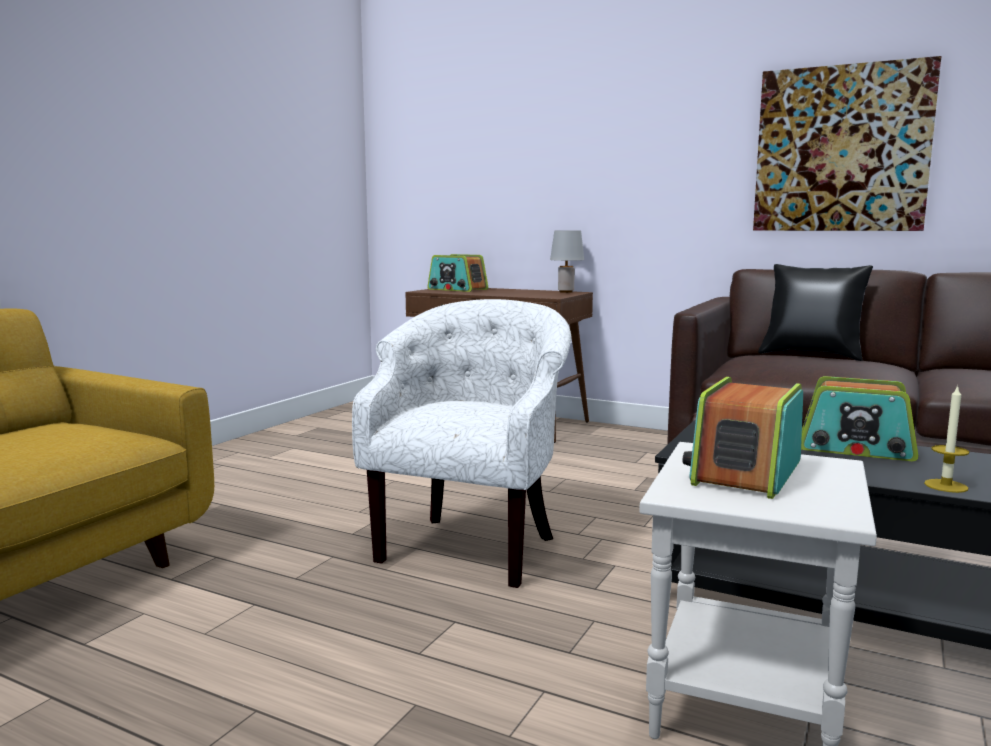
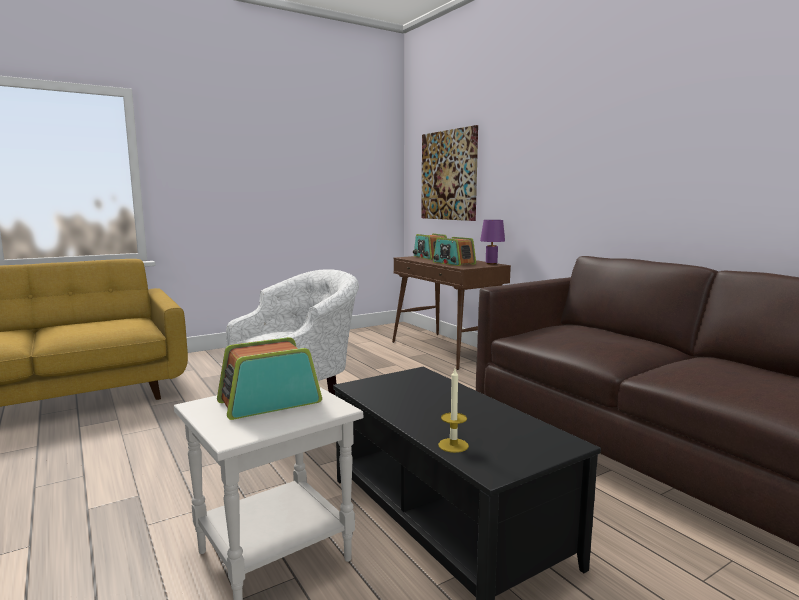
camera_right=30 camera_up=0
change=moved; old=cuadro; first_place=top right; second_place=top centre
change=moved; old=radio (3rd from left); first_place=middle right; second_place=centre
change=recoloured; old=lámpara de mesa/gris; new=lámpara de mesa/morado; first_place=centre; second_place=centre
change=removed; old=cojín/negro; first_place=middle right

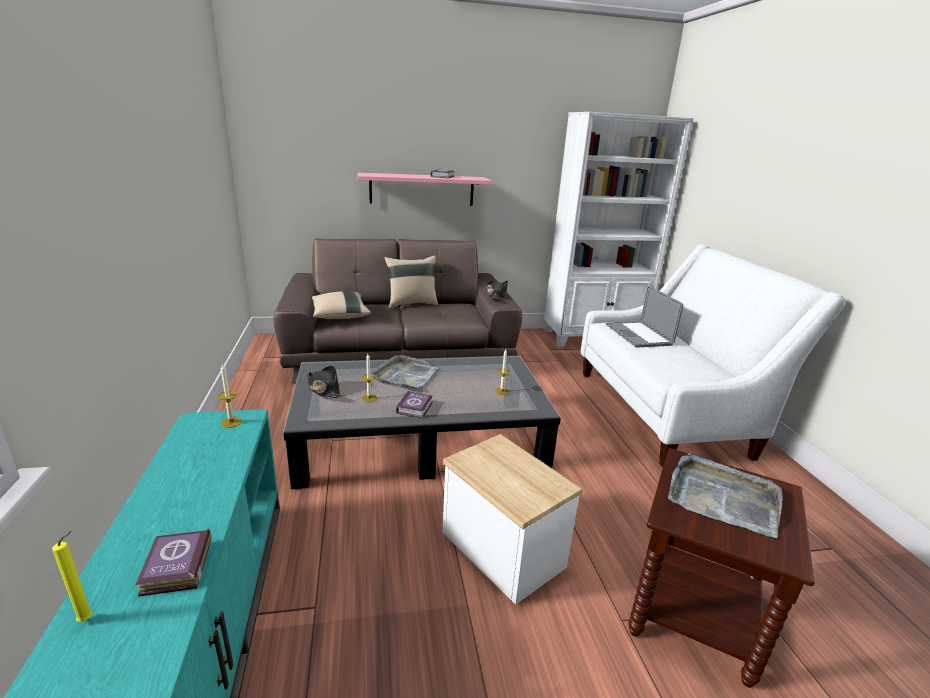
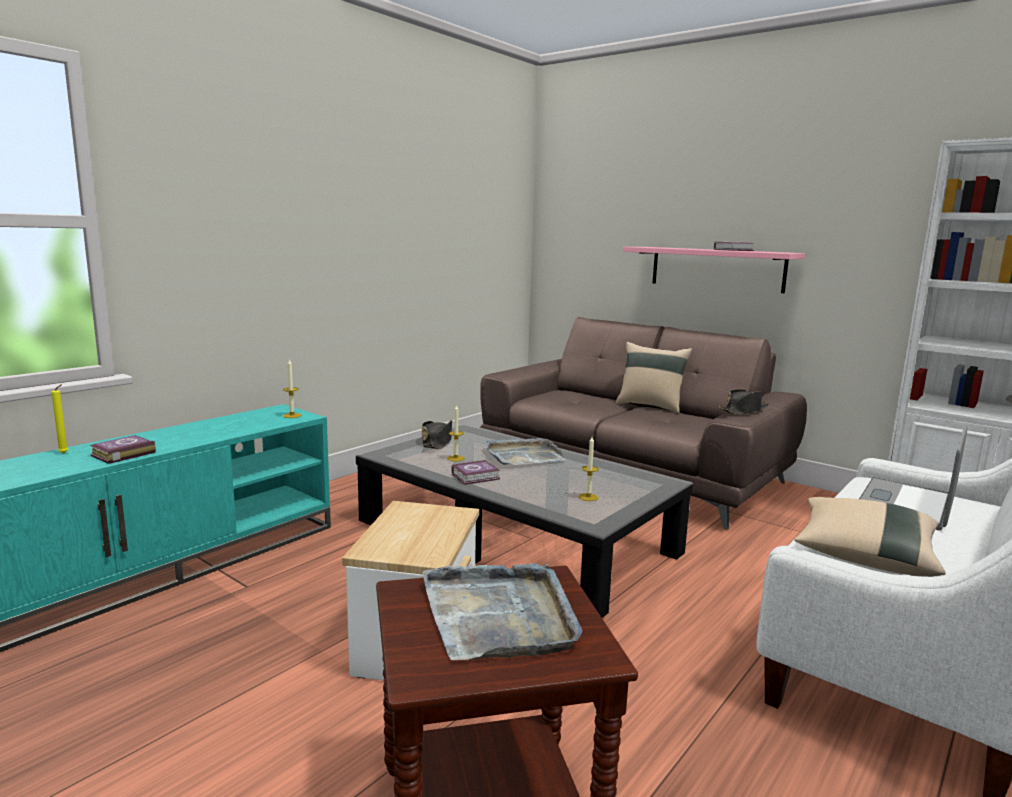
camera_right=50 camera_up=-10
change=moved; old=cojín/beis (1st from left in the first image); new=cojín/beis (2nd from left); first_place=centre; second_place=bottom right

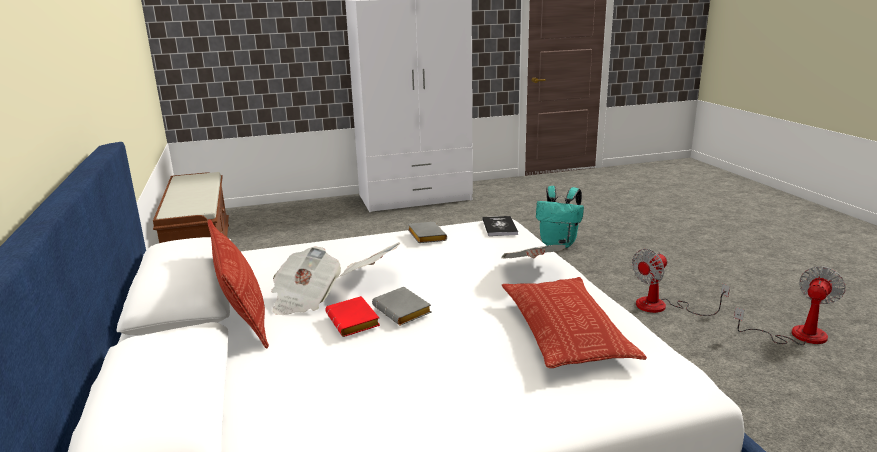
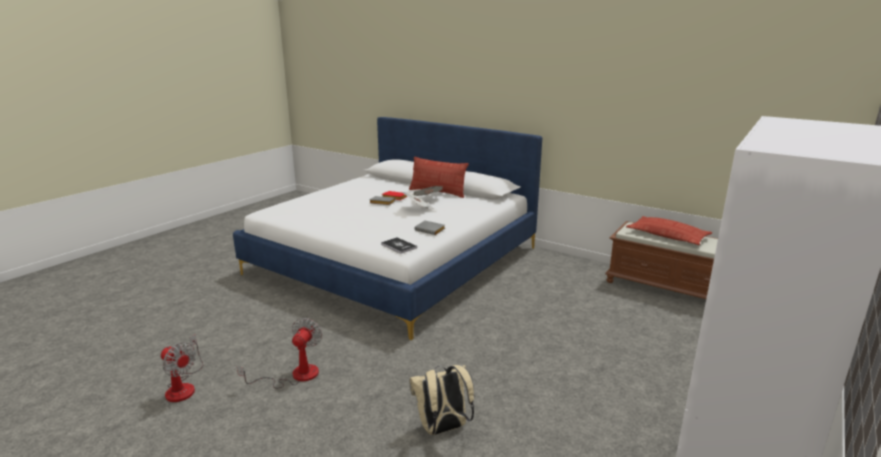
camera_right=140 camera_up=0
change=turned; old=ventilador (2nd from left in the first image); first_place=bottom right; second_place=bottom left; degrees=-60
change=recoloured; old=mochila/turquesa; new=mochila/beis; first_place=centre; second_place=bottom centre
change=moved; old=cojín (2nd from left); first_place=bottom centre; second_place=middle right
change=removed; old=periódico (3rd from left); first_place=centre

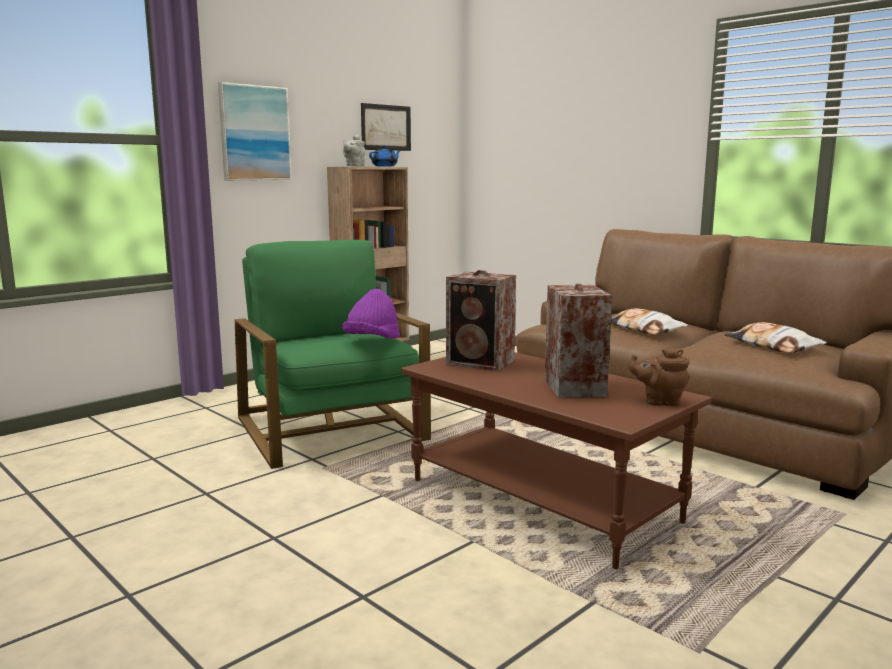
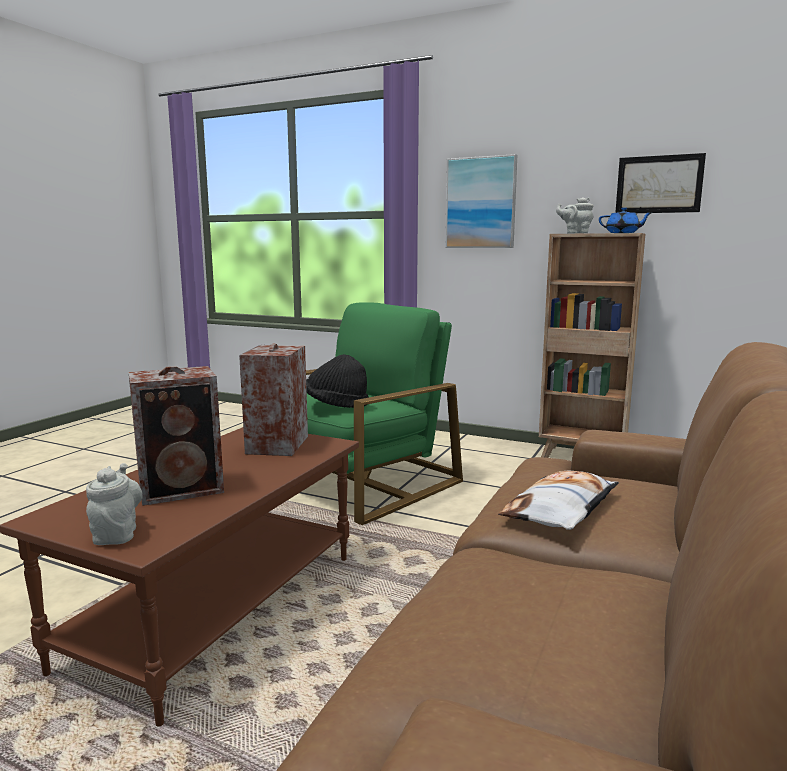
camera_right=70 camera_up=0
change=recoloured; old=tetera/marrón; new=tetera/gris (1st from left); first_place=middle right; second_place=middle left
change=recoloured; old=sombrero/morado; new=sombrero/negro; first_place=centre; second_place=centre
change=removed; old=cojín (2nd from left); first_place=middle right

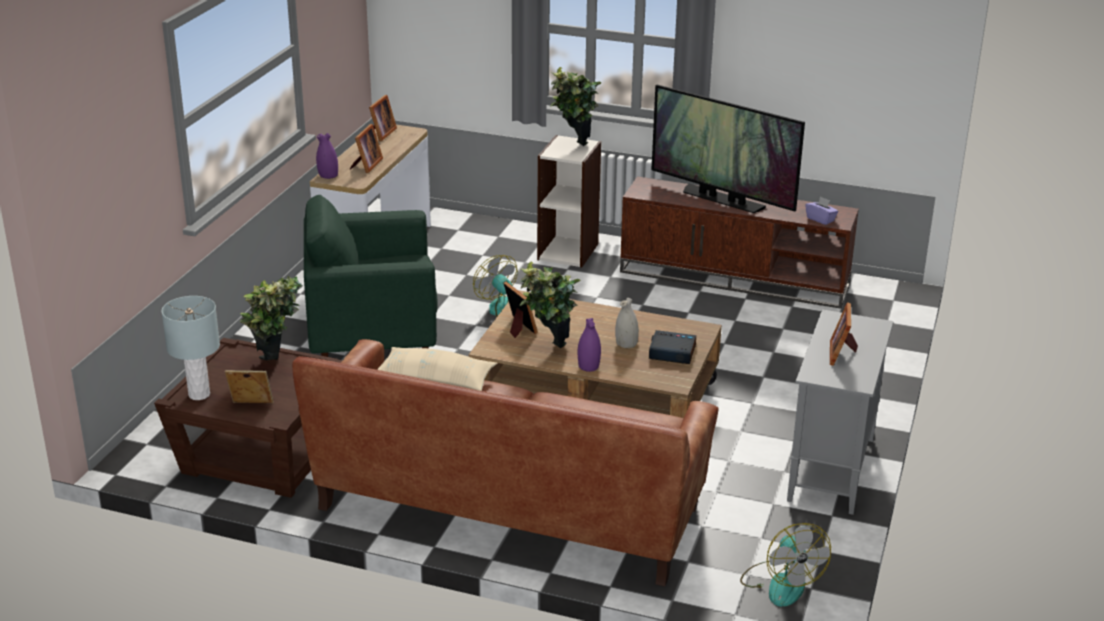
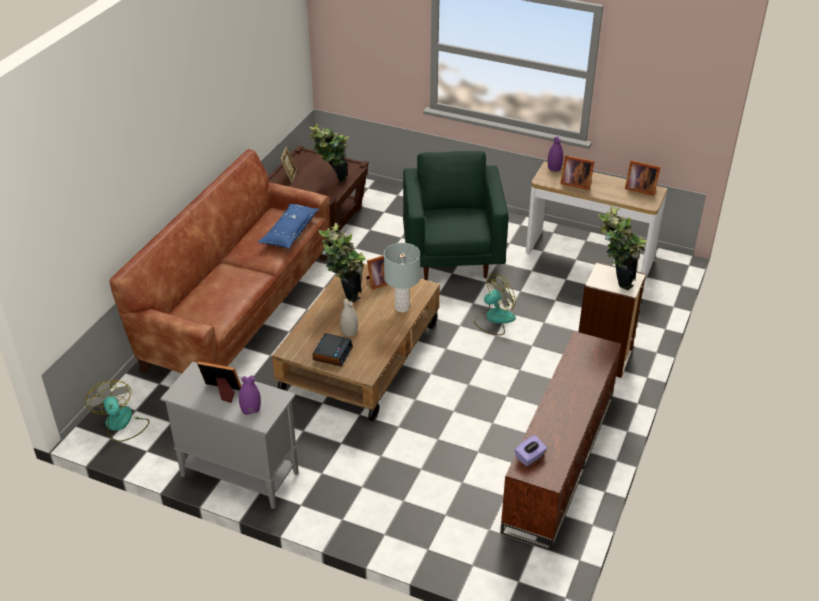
camera_right=95 camera_up=10
change=turned; old=ventilador (2nd from left in the first image); first_place=bottom right; second_place=bottom left; degrees=75
change=moved; old=florero/morado (2nd from left in the first image); new=florero/morado (1st from left); first_place=centre; second_place=middle left
change=recoloured; old=cojín/beis; new=cojín/azul; first_place=centre; second_place=centre
change=moved; old=lámpara de mesa/gris; first_place=middle left; second_place=centre
change=removed; old=televisor; first_place=top centre

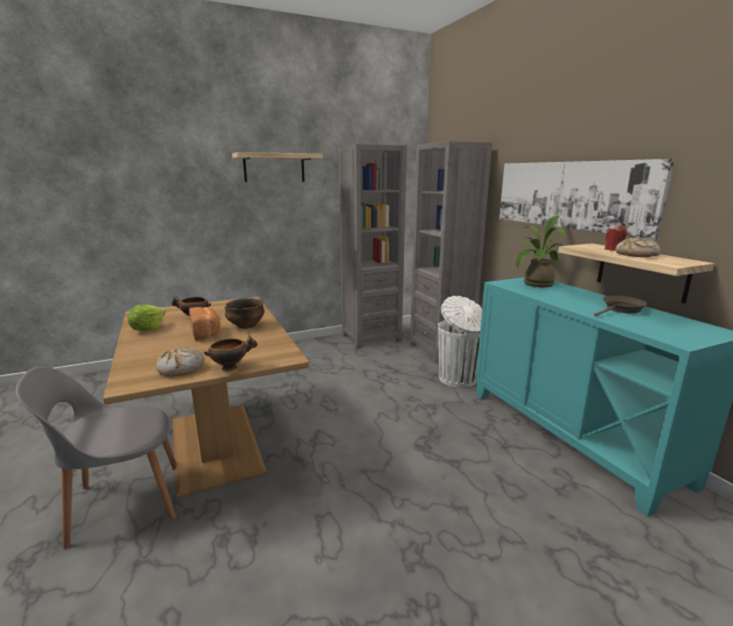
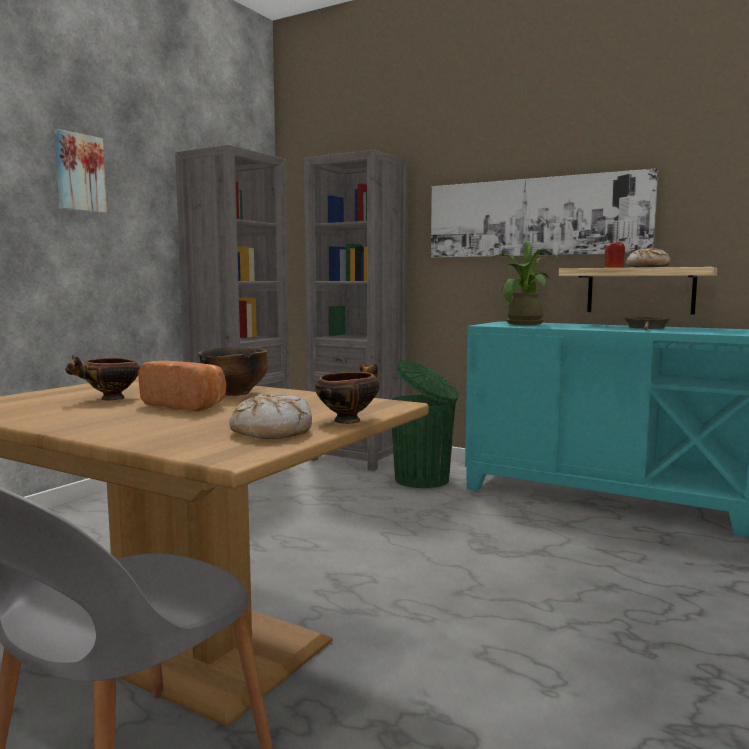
camera_right=-35 camera_up=-10
change=replaced; old=estante (1st from left); new=cuadro (1st from left); first_place=top centre; second_place=top left
change=recoloured; old=papelera/blanco; new=papelera/verde; first_place=centre; second_place=centre
change=removed; old=lechuga; first_place=middle left

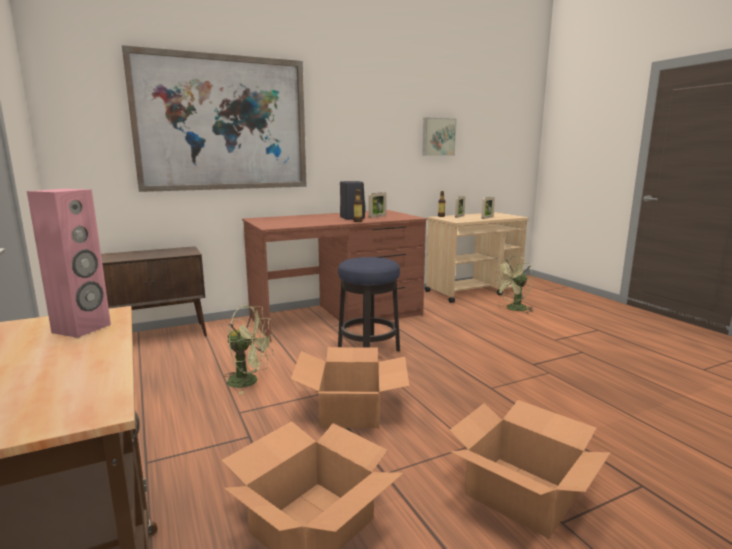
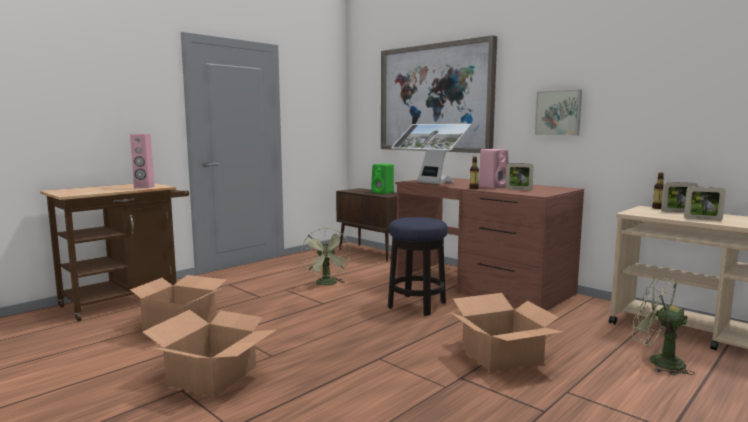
camera_right=70 camera_up=-5
change=added; new=altavoz/verde; second_place=centre
change=added; new=monitor; second_place=centre
change=moved; old=caja de cartón (2nd from left in the first image); new=caja de cartón (3rd from left); first_place=bottom centre; second_place=bottom right
change=recoloured; old=altavoz/negro; new=altavoz/rosa (2nd from left); first_place=centre; second_place=centre
change=moved; old=cuadro (2nd from left); first_place=top centre; second_place=top right

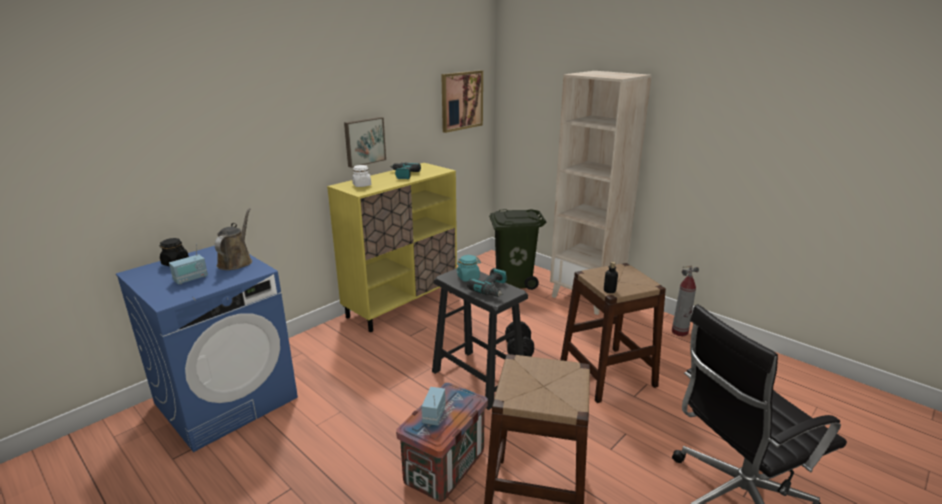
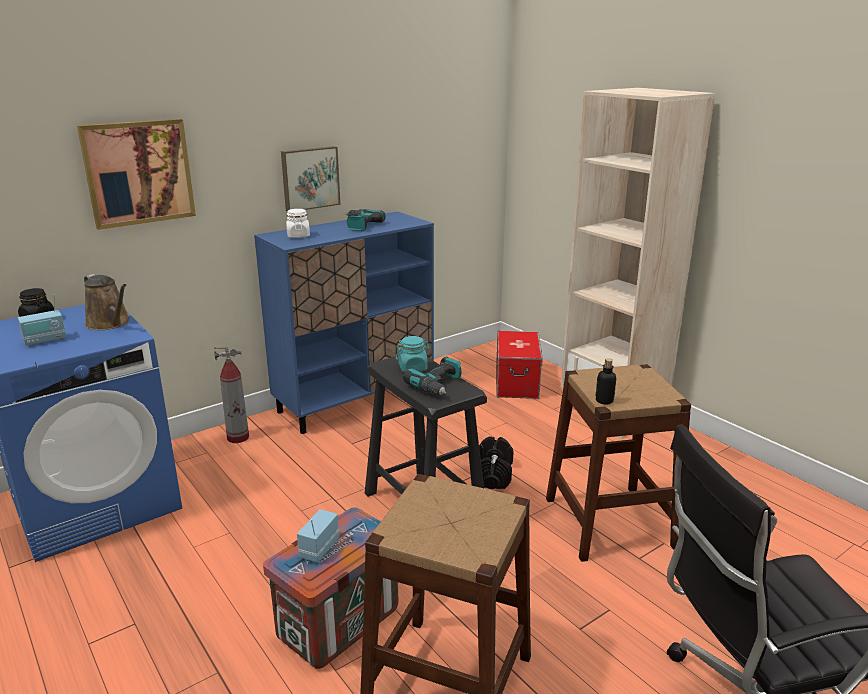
camera_right=10 camera_up=0
change=moved; old=cuadro (2nd from left in the first image); new=cuadro (1st from left); first_place=top centre; second_place=top left
change=turned; old=regadera/marrón; first_place=middle left; second_place=middle left; degrees=120
change=moved; old=extintor; first_place=middle right; second_place=middle left
change=recoloured; old=armario/amarillo; new=armario/azul; first_place=centre; second_place=centre
change=replaced; old=papelera/verde; new=caja de almacenaje; first_place=centre; second_place=centre

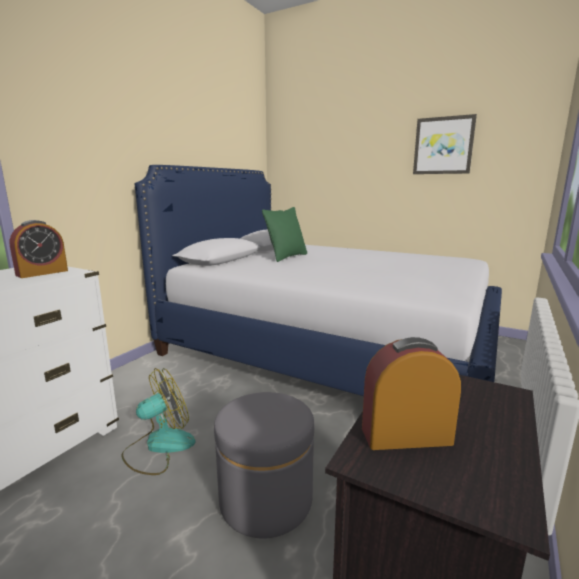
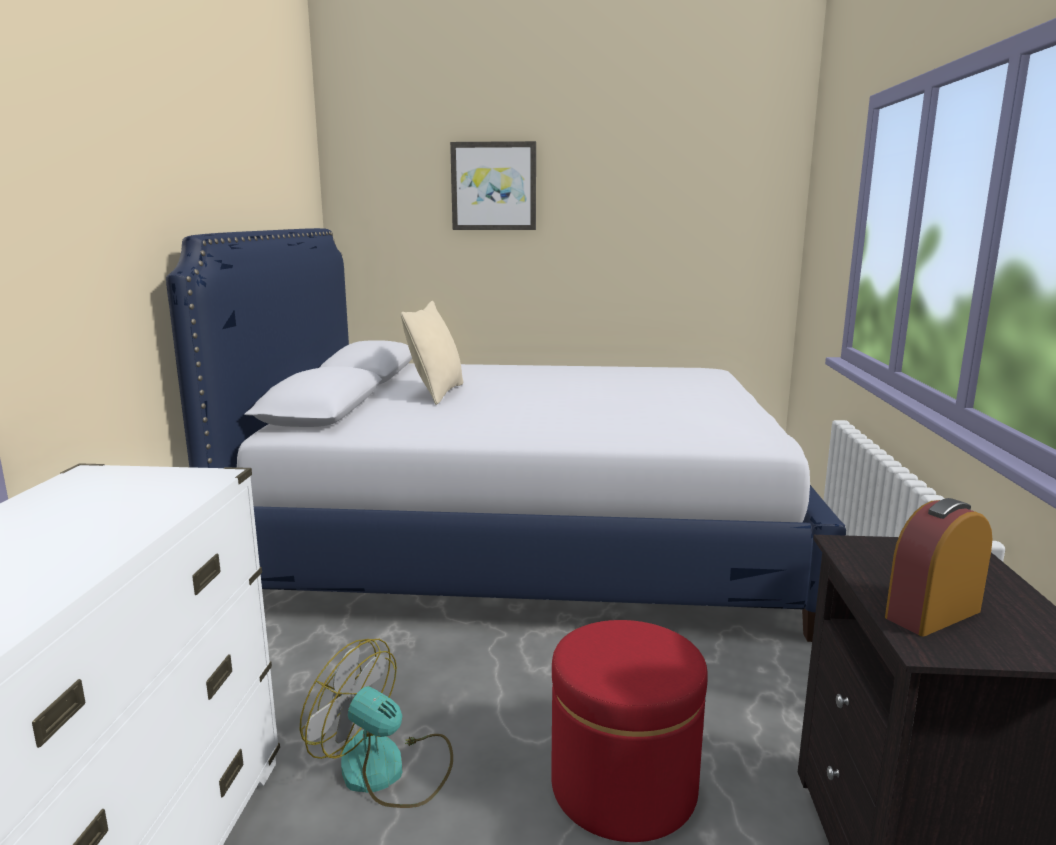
camera_right=-25 camera_up=0
change=turned; old=ventilador; first_place=bottom left; second_place=bottom centre; degrees=-90
change=recoloured; old=cojín/verde; new=cojín/beis; first_place=centre; second_place=centre
change=moved; old=cuadro; first_place=top right; second_place=top centre
change=recoloured; old=puf/gris; new=puf/rojo; first_place=bottom centre; second_place=bottom centre
change=removed; old=despertador (1st from left); first_place=middle left

